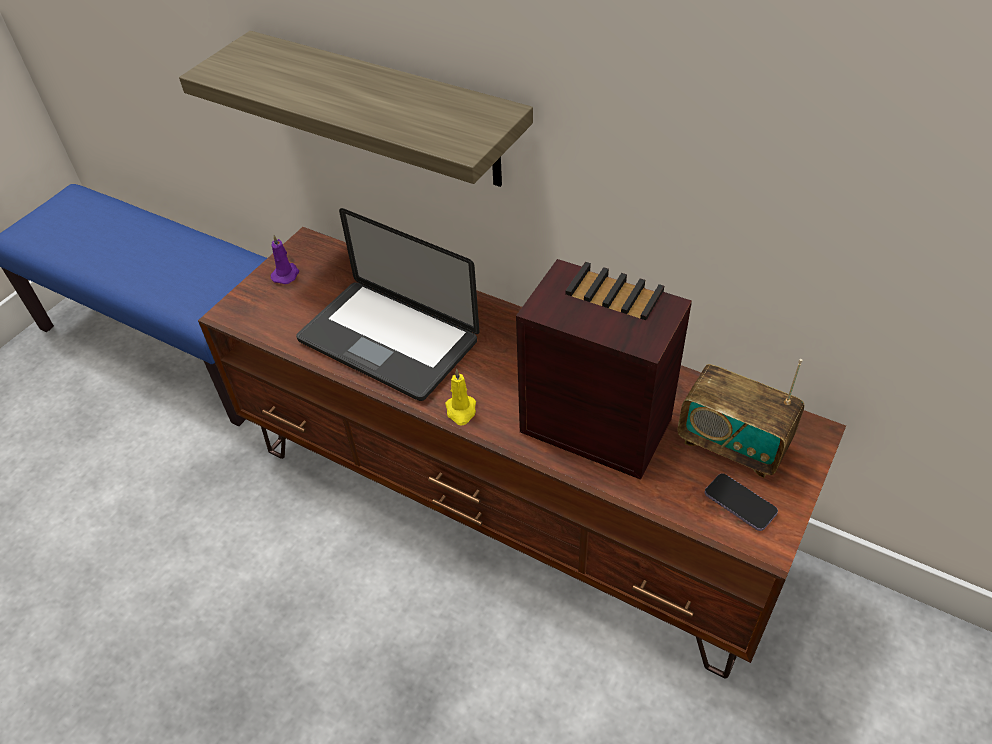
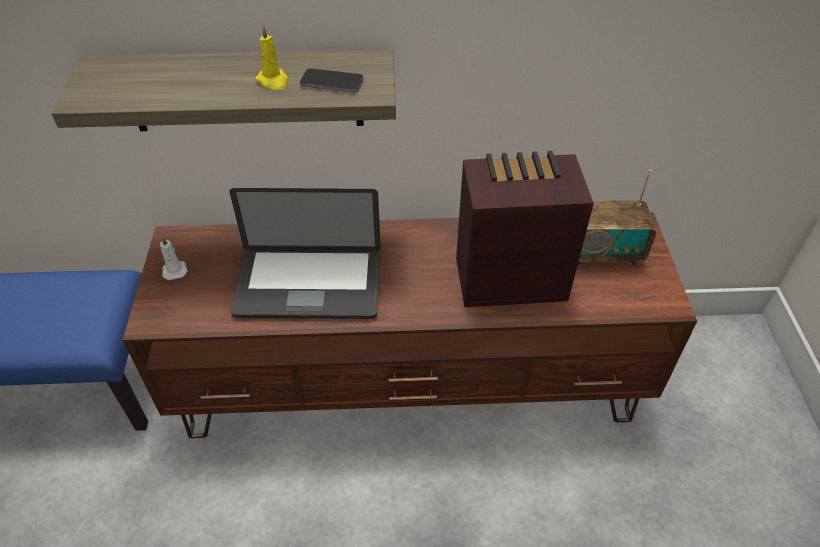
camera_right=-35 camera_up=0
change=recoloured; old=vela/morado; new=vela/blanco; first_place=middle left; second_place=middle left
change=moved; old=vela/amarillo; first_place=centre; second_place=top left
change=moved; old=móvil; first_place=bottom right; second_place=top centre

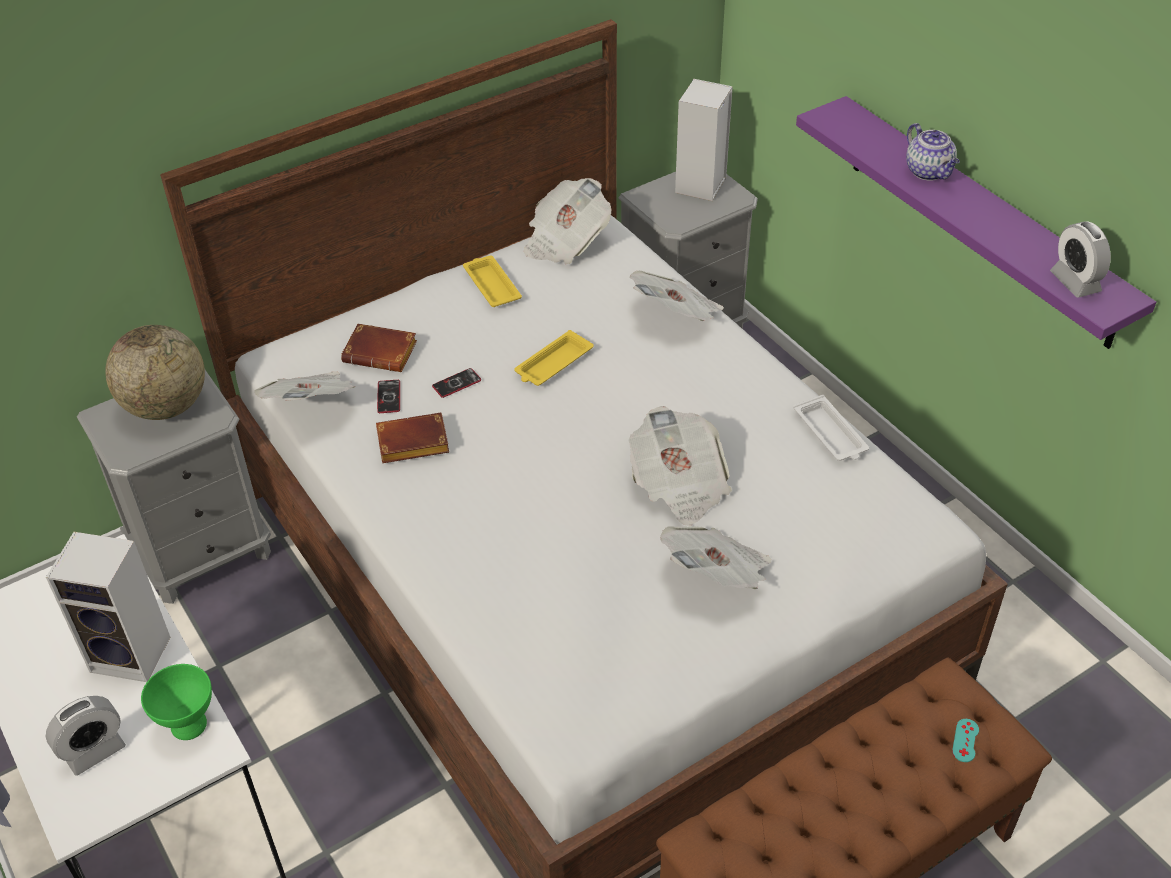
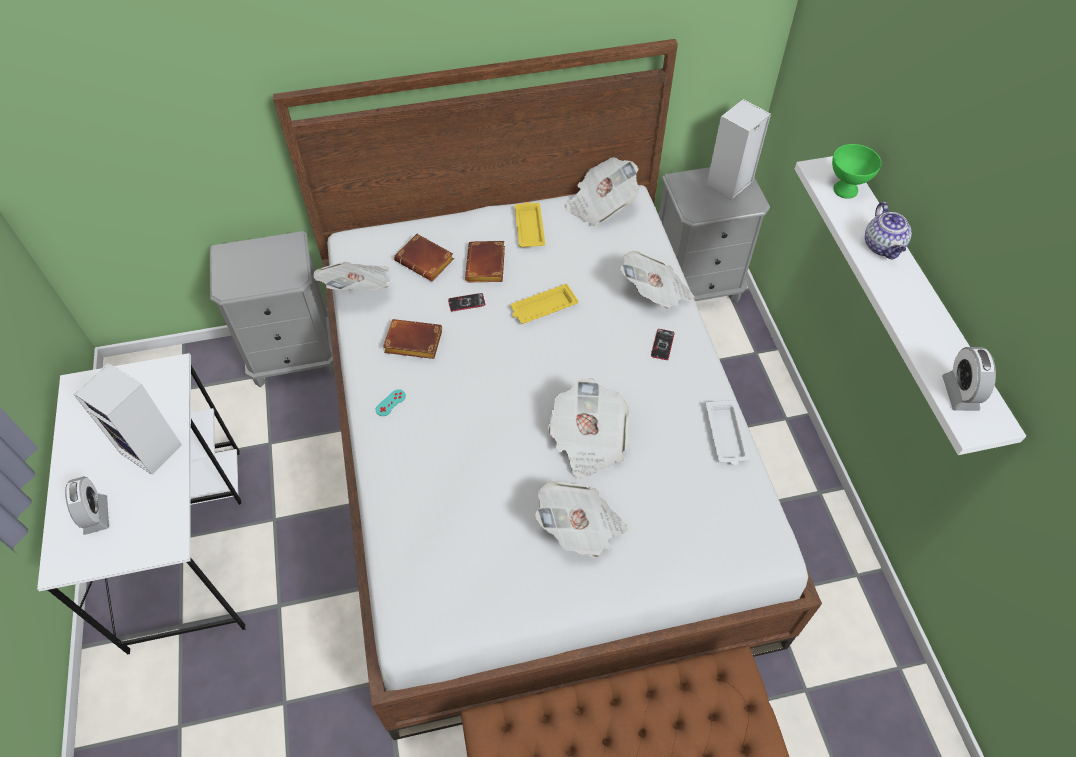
camera_right=20 camera_up=10
change=turned; old=despertador (1st from left); first_place=bottom left; second_place=bottom left; degrees=-90
change=moved; old=mando de consola/turquesa; first_place=bottom right; second_place=centre
change=added; new=libro/marrón (3rd from left); second_place=centre
change=moved; old=móvil (1st from left in the first image); new=móvil (2nd from left); first_place=middle left; second_place=centre
change=recoloured; old=estante/morado; new=estante/blanco; first_place=top right; second_place=middle right
change=moved; old=cuenco/verde; first_place=bottom left; second_place=top right
change=removed; old=globo terráqueo; first_place=middle left

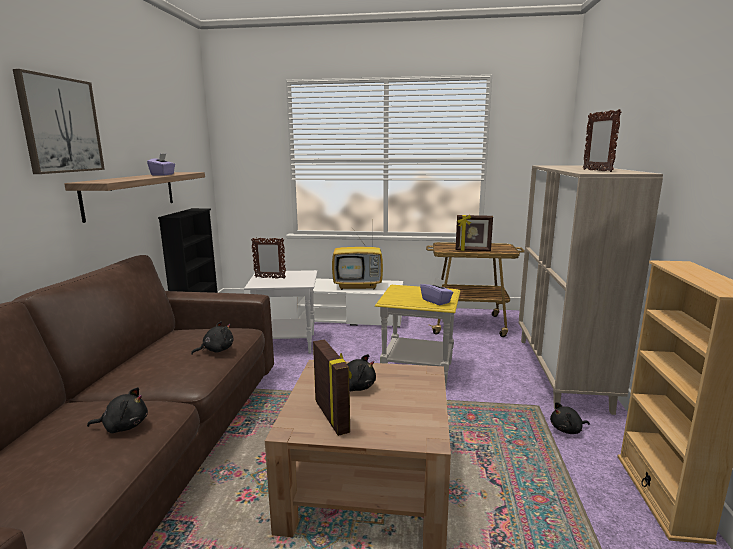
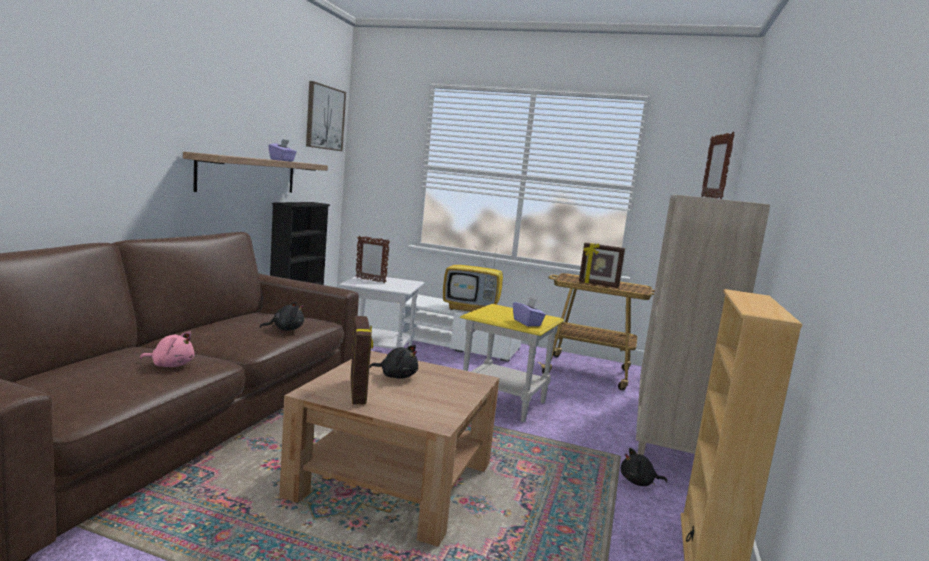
camera_right=10 camera_up=-5
change=recoloured; old=peluche/negro (1st from left); new=peluche/rosa; first_place=bottom left; second_place=middle left
change=moved; old=cuadro; first_place=top left; second_place=top centre

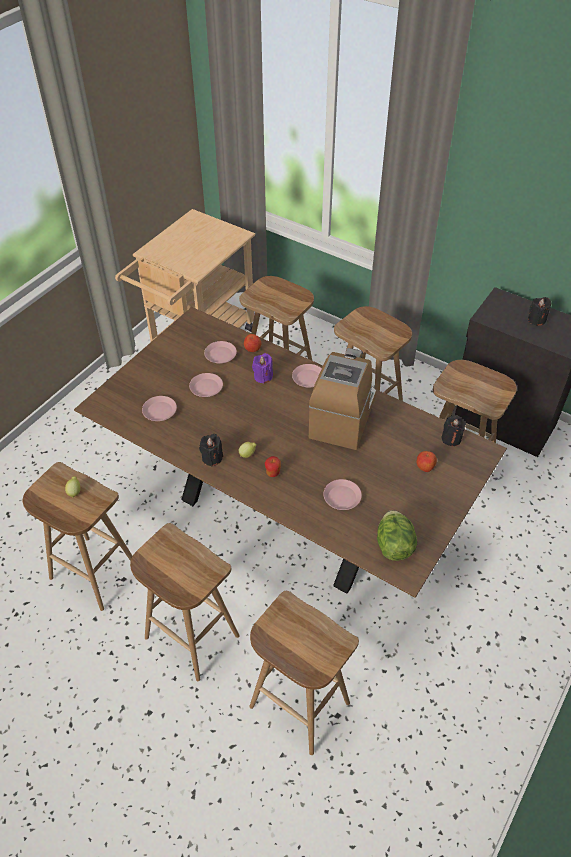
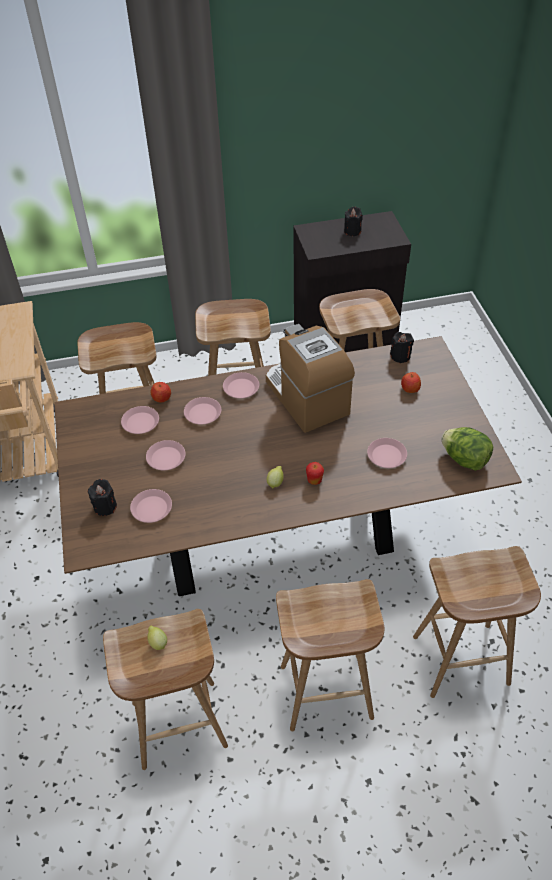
camera_right=-45 camera_up=0
change=moved; old=vela/negro (1st from left); first_place=centre; second_place=middle left
change=replaced; old=vela/morado; new=plato/rosa (4th from left); first_place=centre; second_place=centre

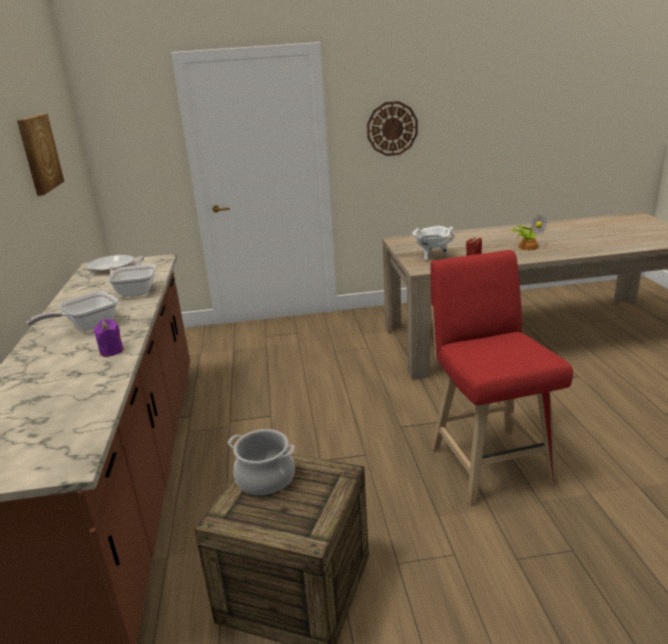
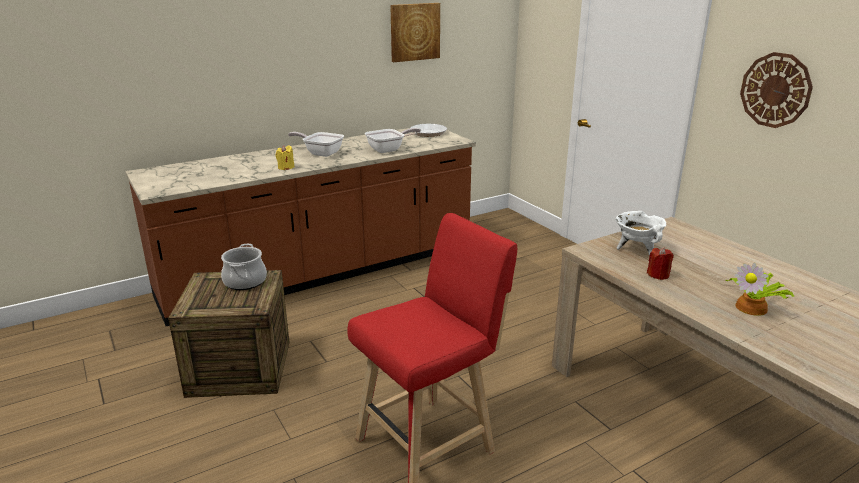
camera_right=65 camera_up=0
change=recoloured; old=vela/morado; new=vela/amarillo; first_place=middle left; second_place=top left

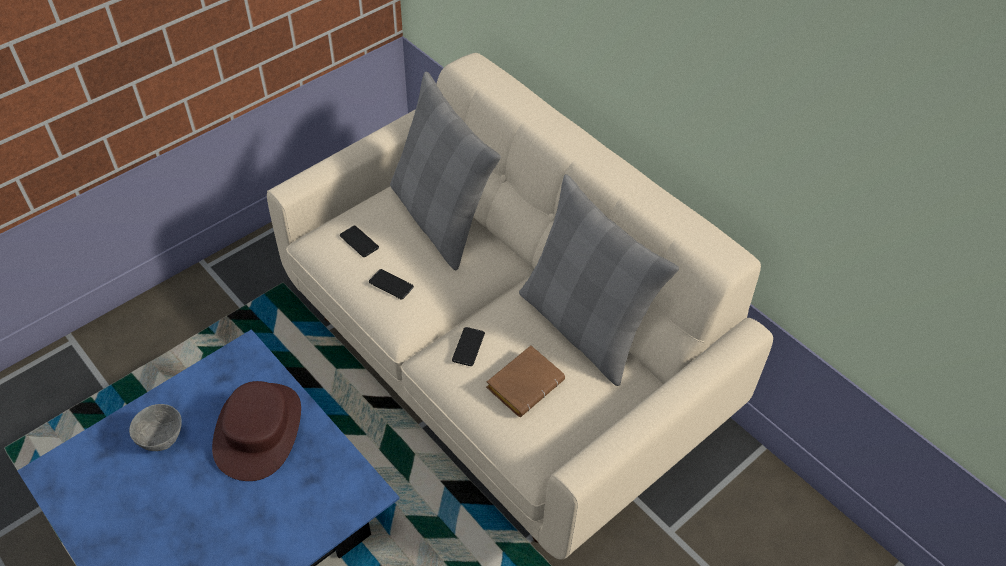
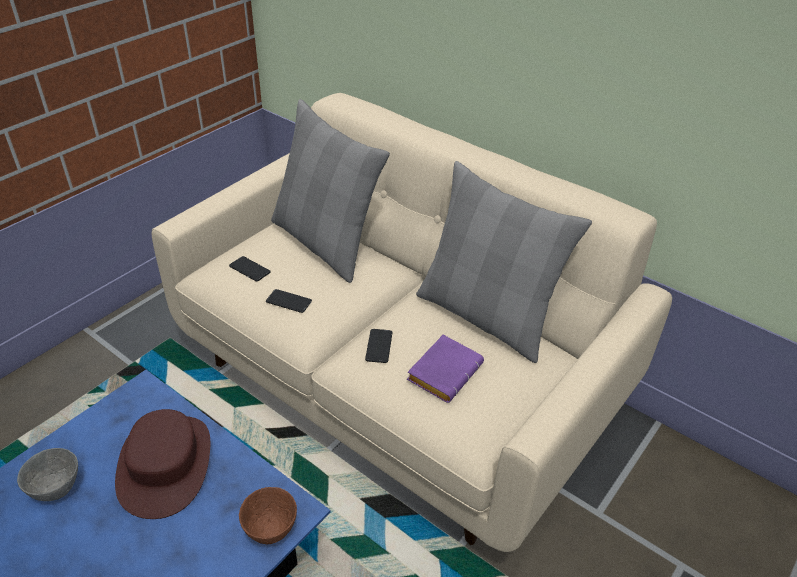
camera_right=-10 camera_up=-10
change=added; new=cuenco/marrón; second_place=bottom centre
change=recoloured; old=libro/marrón; new=libro/morado; first_place=bottom centre; second_place=centre

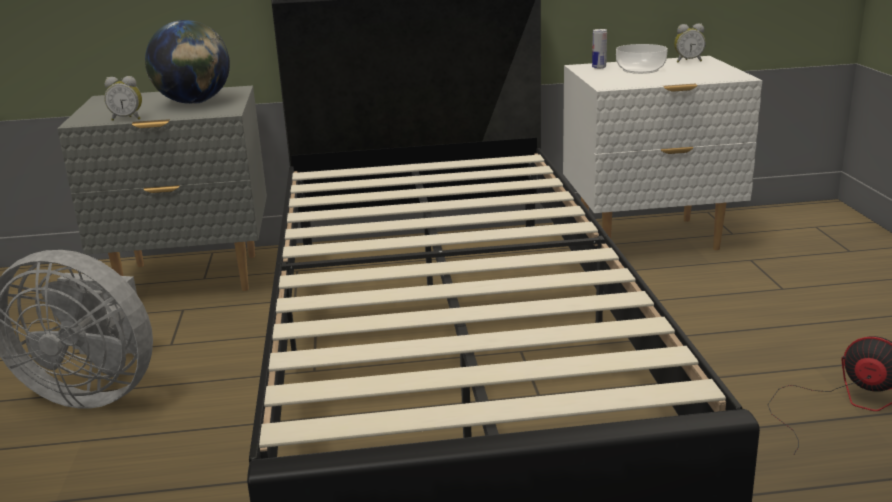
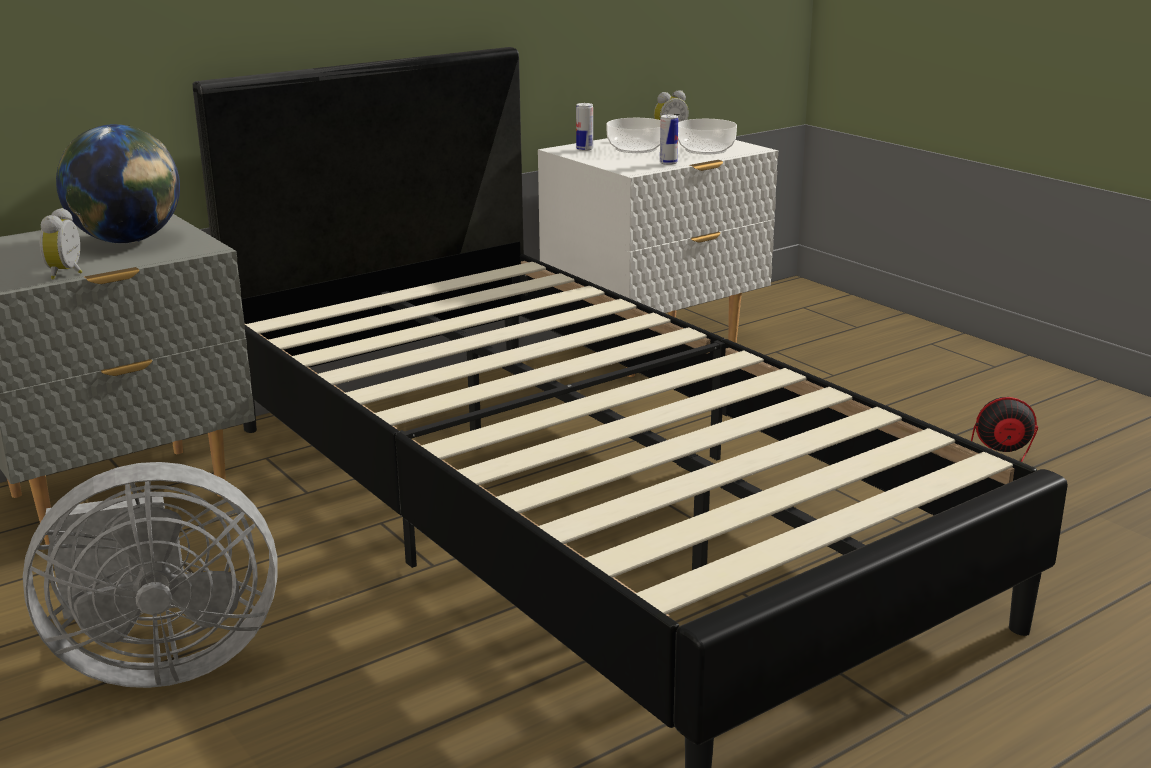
camera_right=-30 camera_up=0
change=turned; old=despertador (1st from left); first_place=top left; second_place=top left; degrees=120
change=added; new=lata (2nd from left); second_place=top centre
change=added; new=cuenco (2nd from left); second_place=top centre

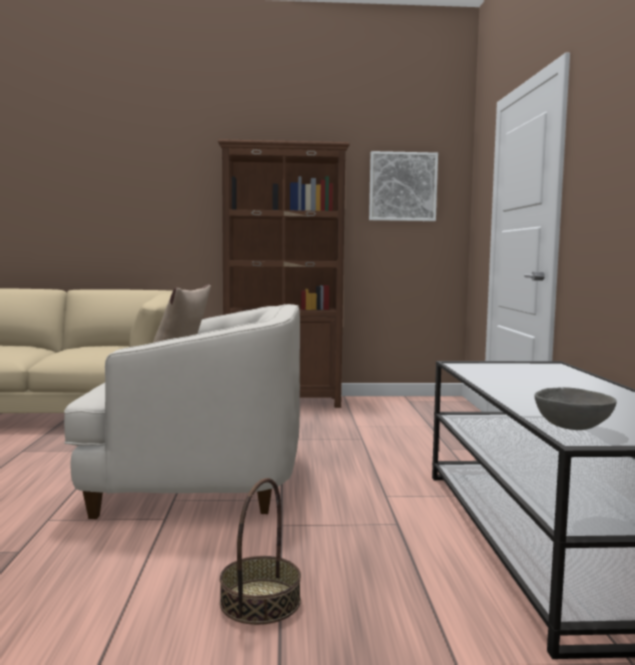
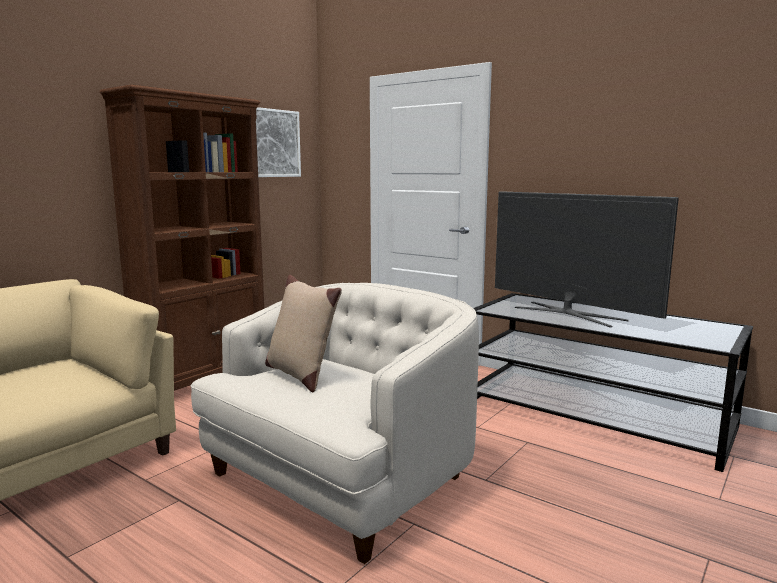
camera_right=-50 camera_up=5
change=added; new=televisor; second_place=middle right
change=removed; old=cesta; first_place=bottom centre
change=removed; old=cuenco/gris; first_place=middle right

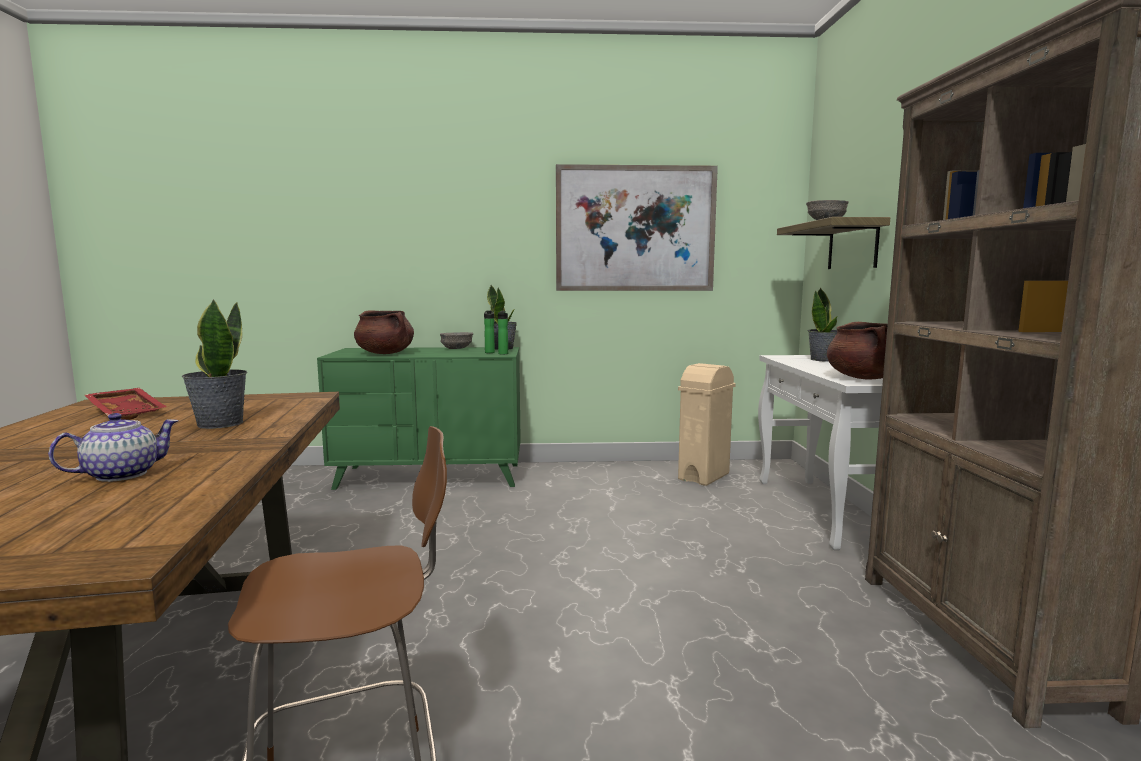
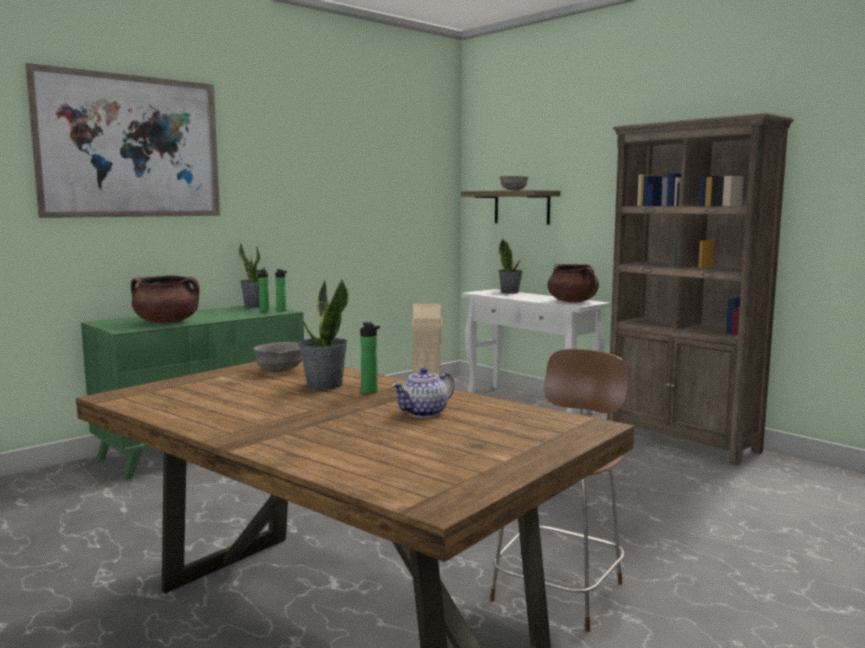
camera_right=-40 camera_up=0
change=moved; old=cuadro; first_place=top centre; second_place=top left
change=moved; old=cuenco/gris (1st from left); first_place=centre; second_place=middle left
change=added; new=botella (3rd from left); second_place=centre
change=turned; old=tetera; first_place=middle left; second_place=centre; degrees=-135
change=removed; old=bandeja/rojo; first_place=middle left

